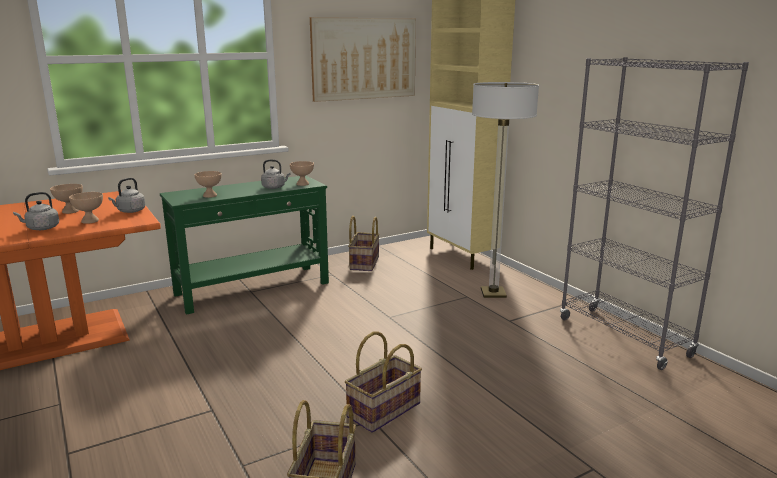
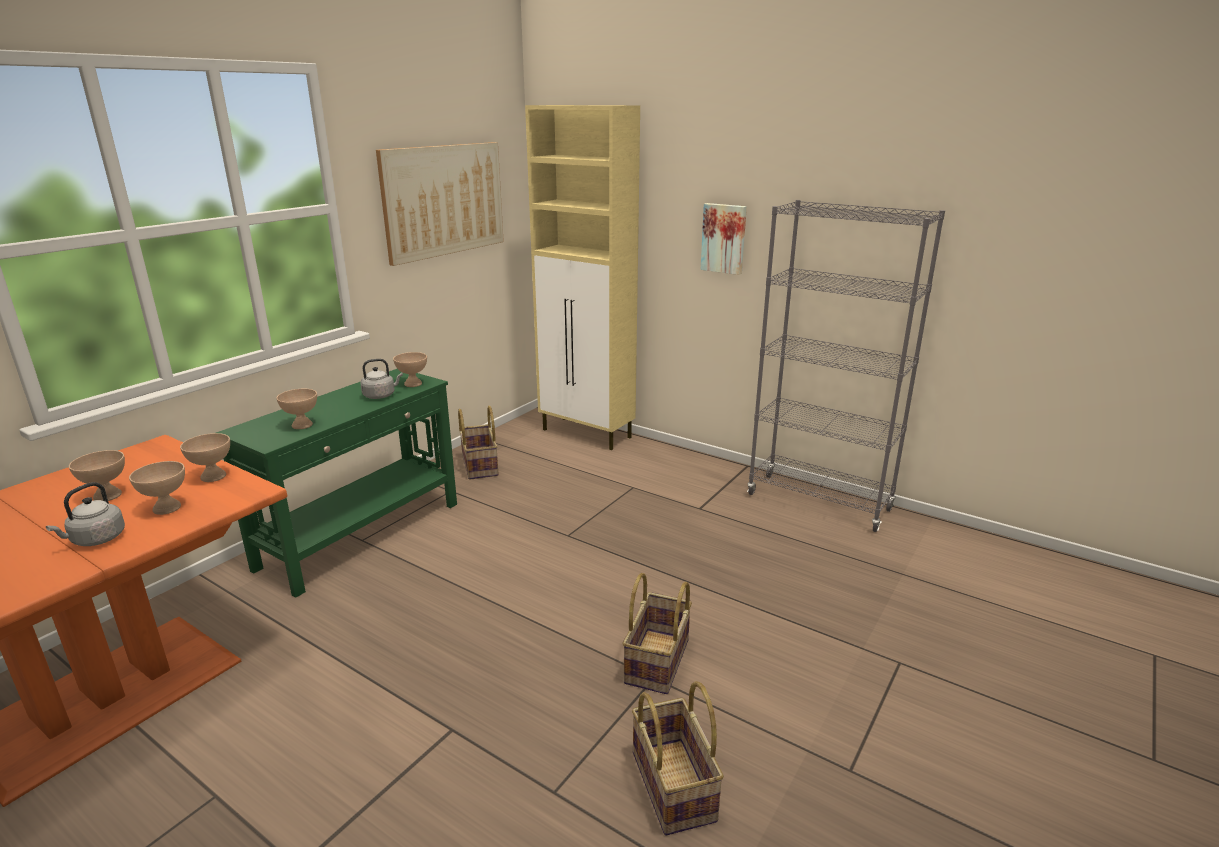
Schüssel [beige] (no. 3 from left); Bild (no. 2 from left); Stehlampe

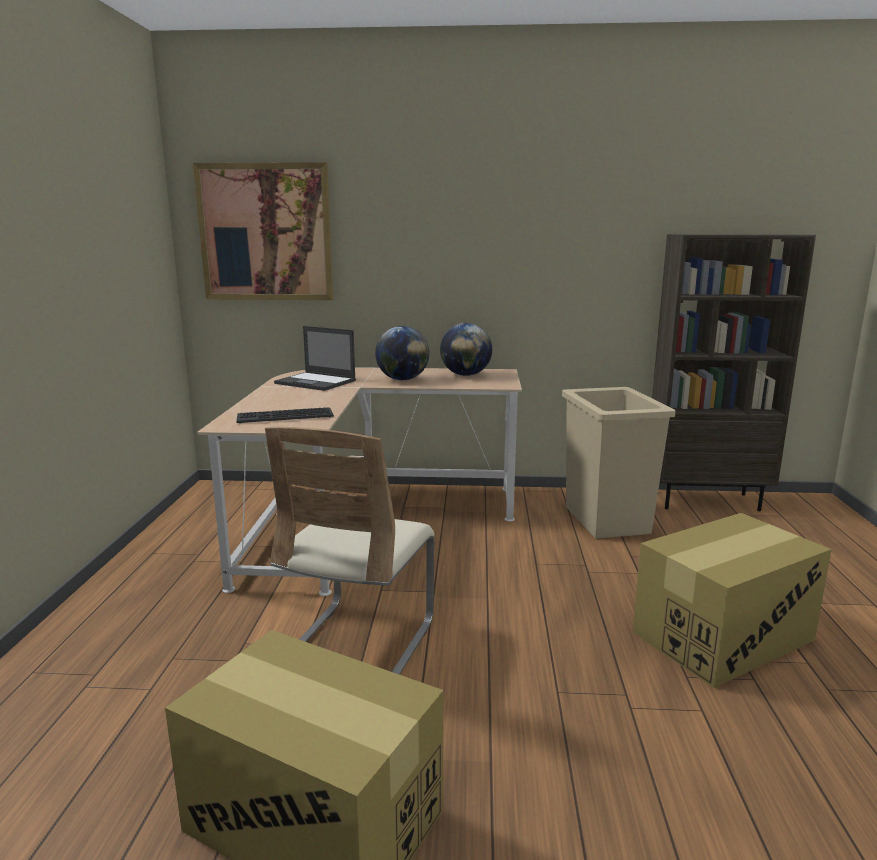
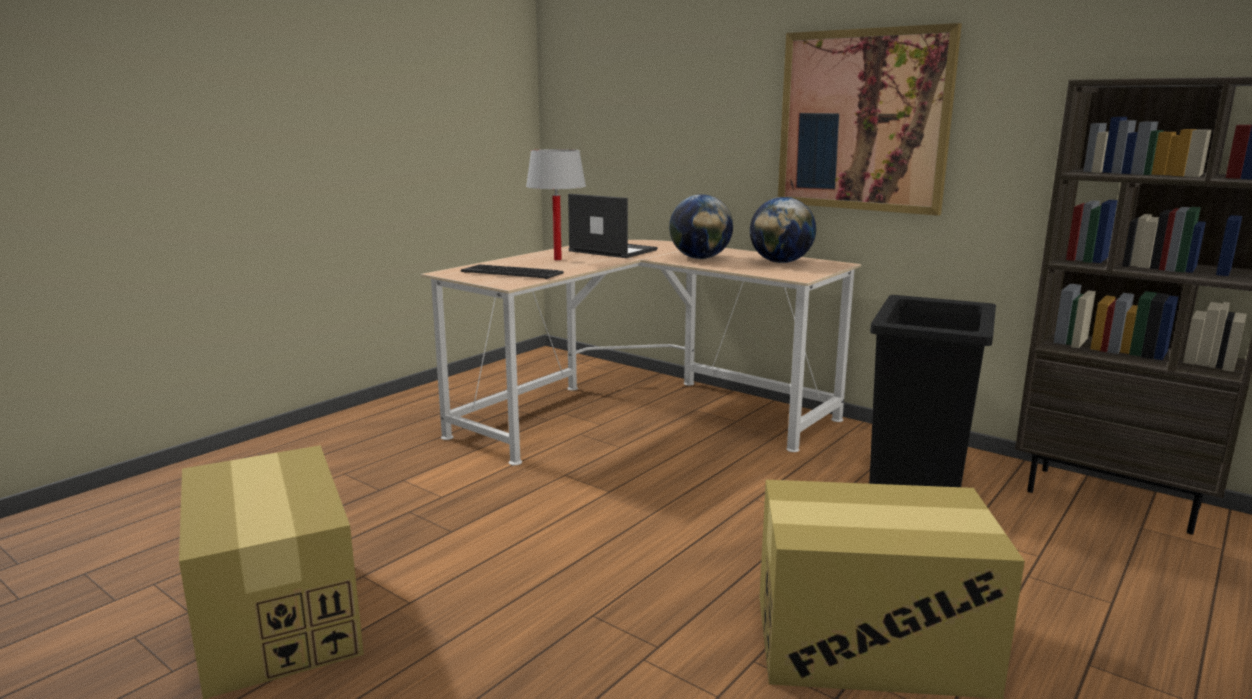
Tischlampe [weiß]; Laptop; Bild; Mülleimer [schwarz]; Stuhl [beige]

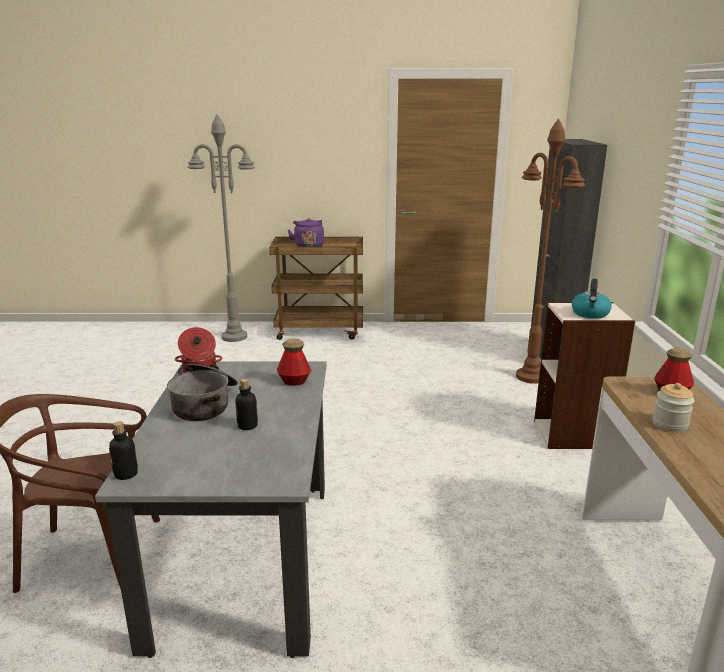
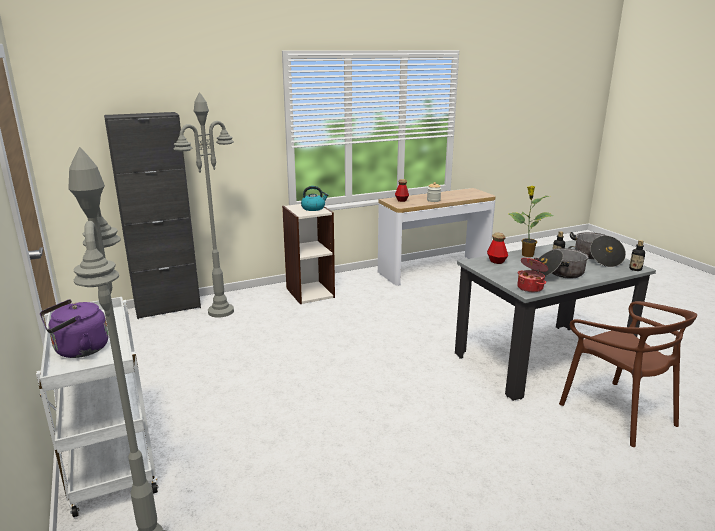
Rollwagen [weiß]; Stehlampe [grau] (no. 2 from left); Topfpflanze; Kochtopf (no. 3 from left)

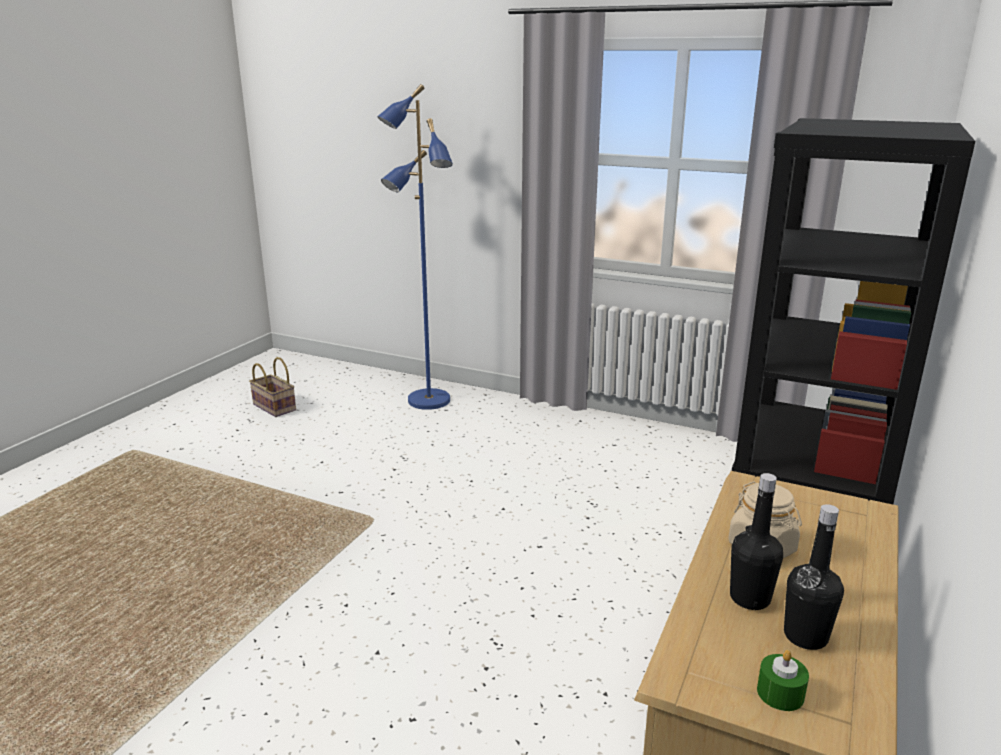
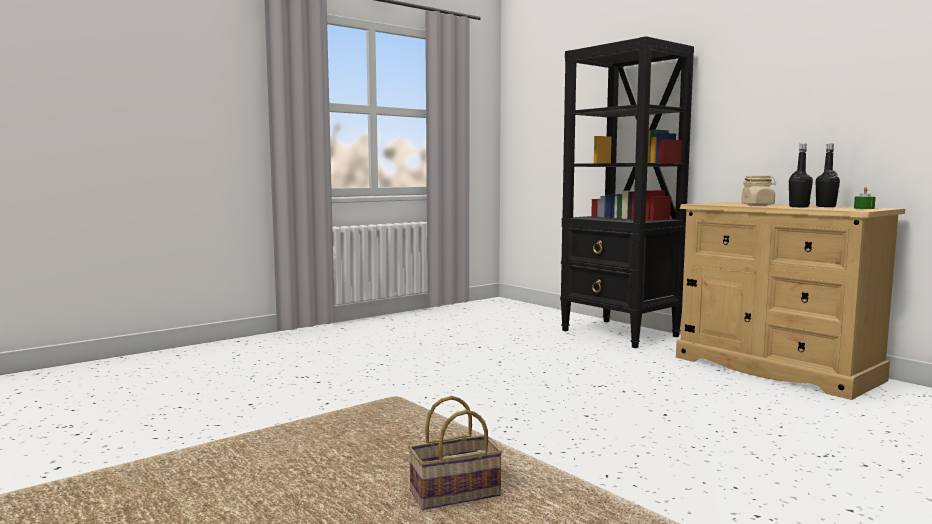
Korb; Stehlampe [blau]

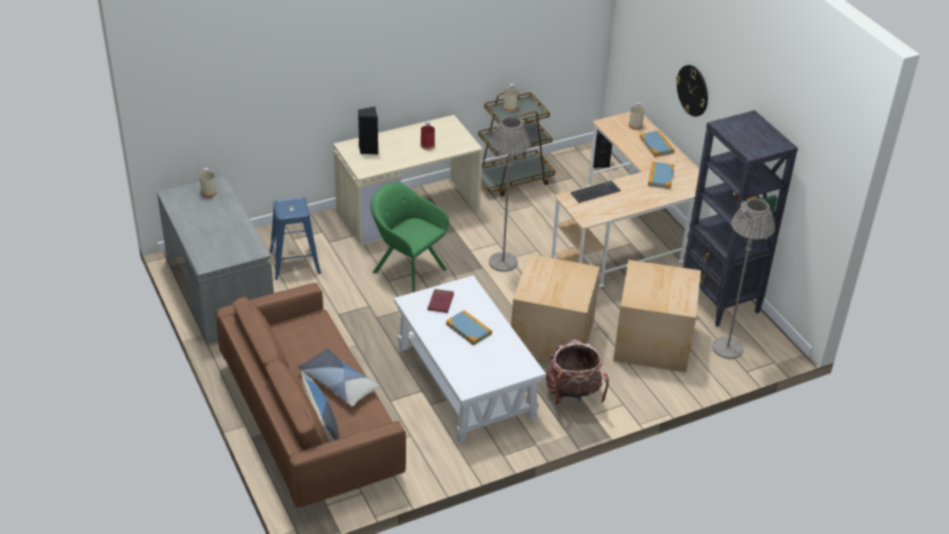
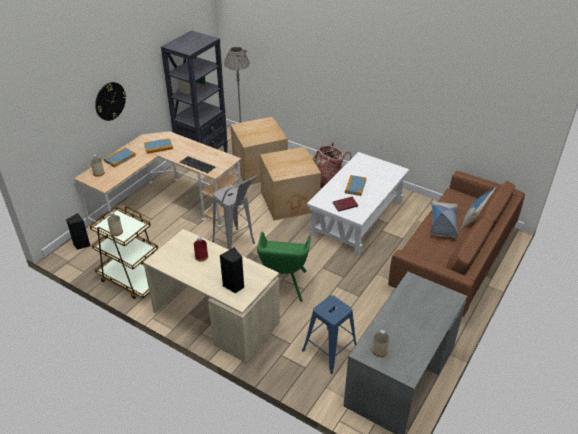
Hocker [grau]

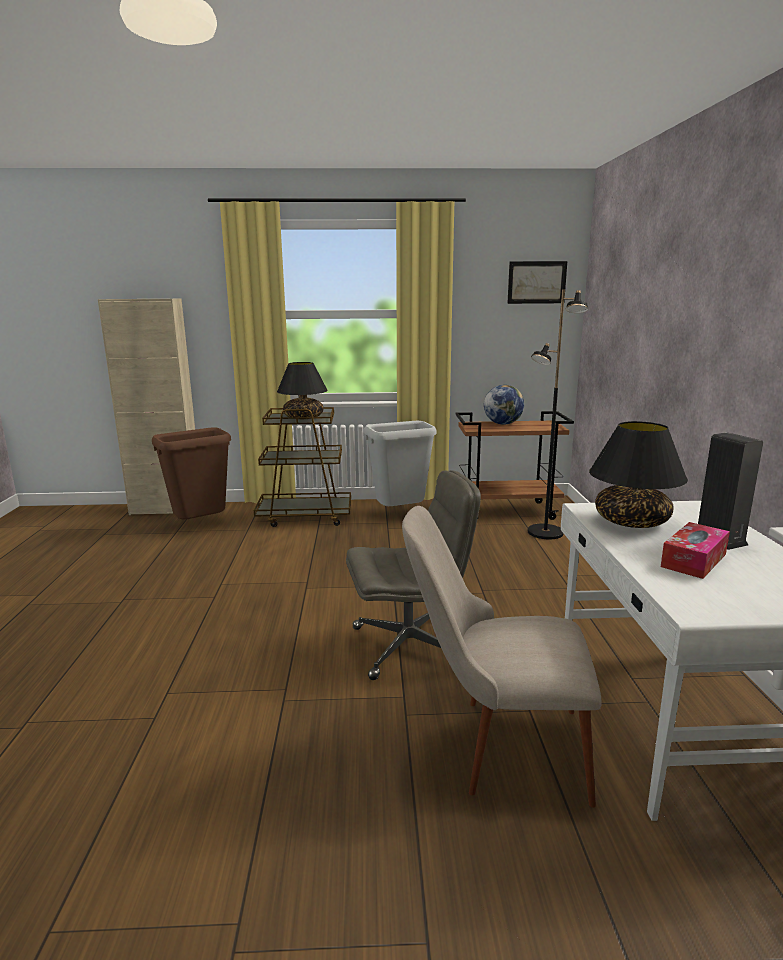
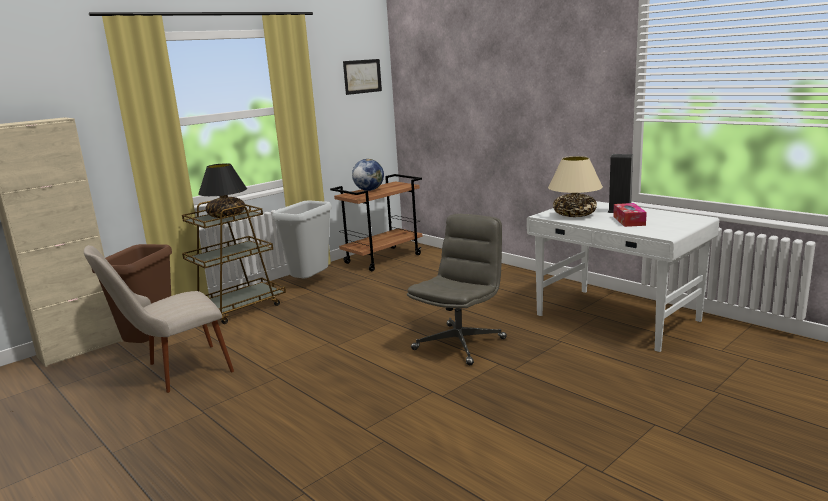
Stuhl [beige]; Tischlampe [beige]; Stehlampe [schwarz]

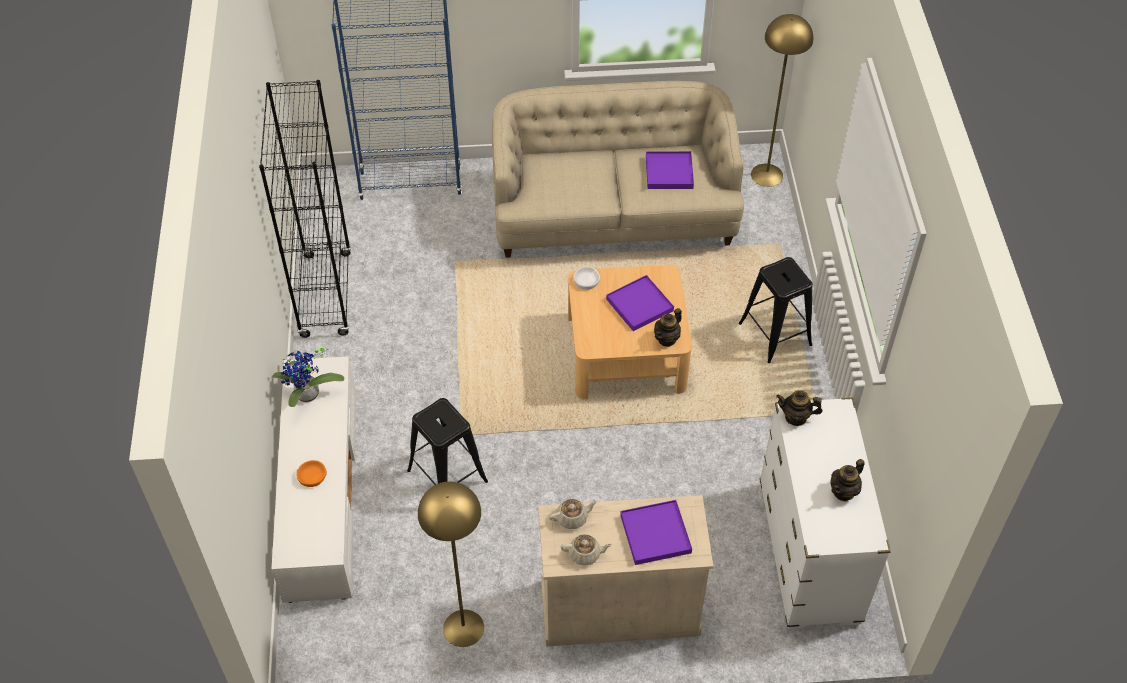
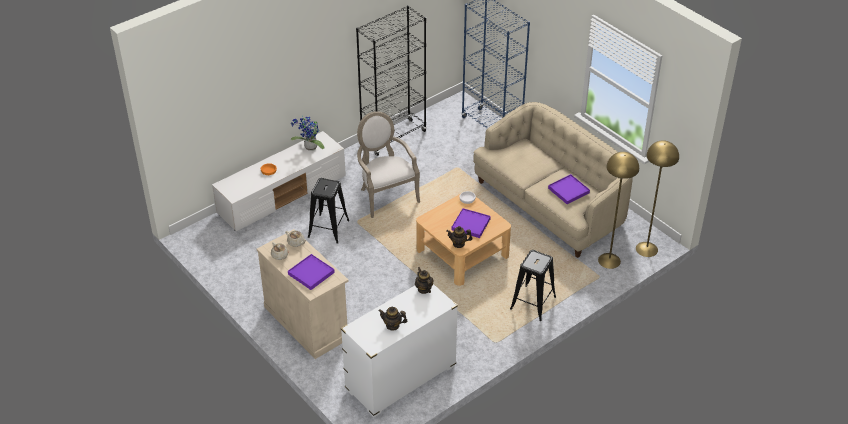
Sessel; Stehlampe [gelb] (no. 1 from left)

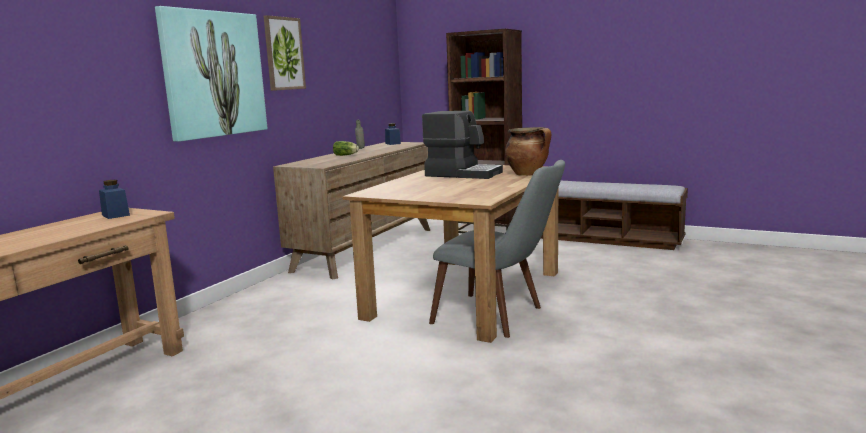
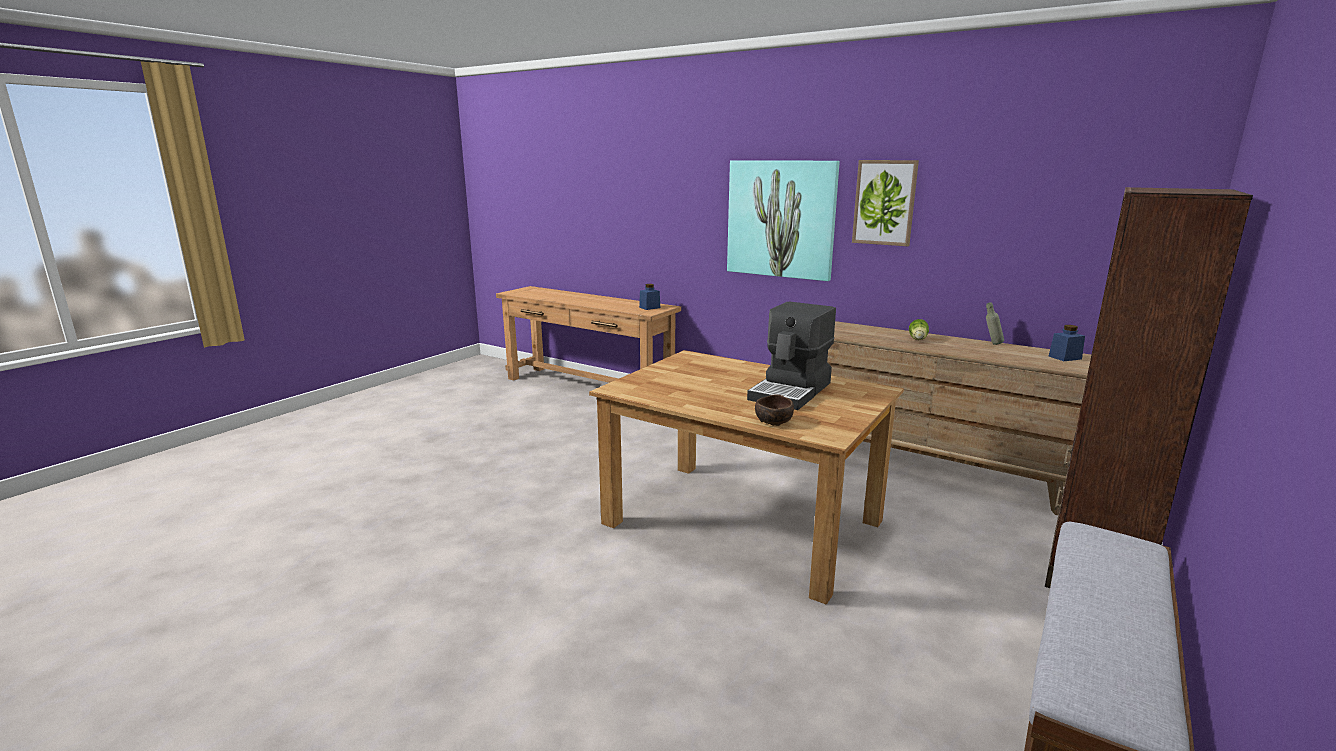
Schüssel [braun]; Stuhl [grau]

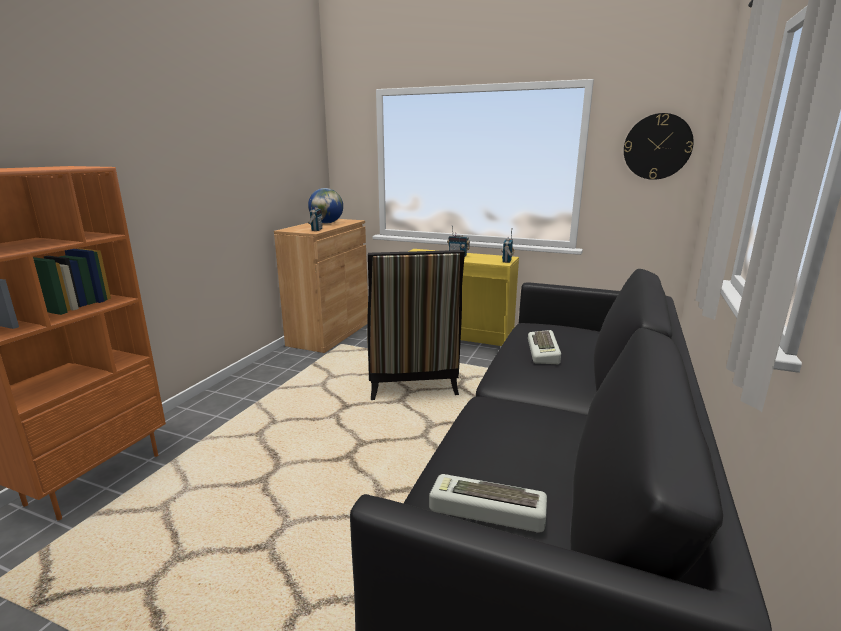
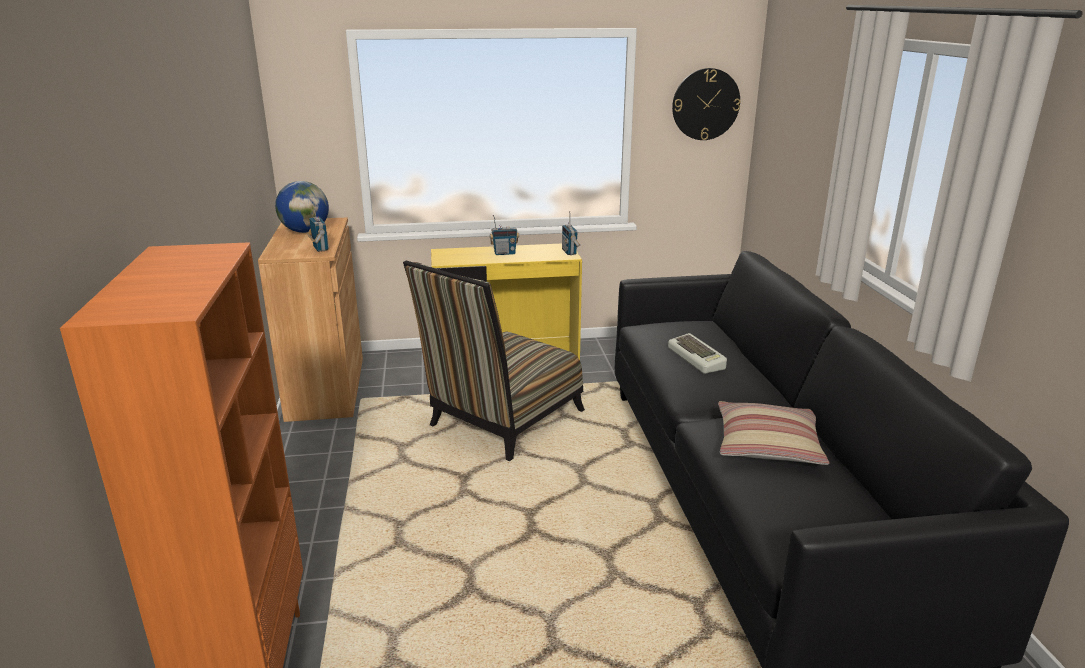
Stuhl; Kissen; Tastatur (no. 1 from left in the first image)

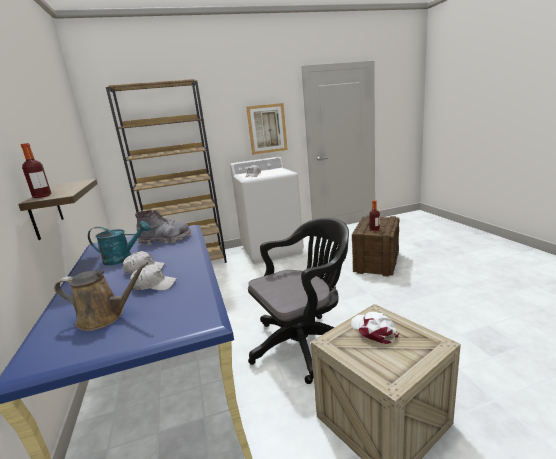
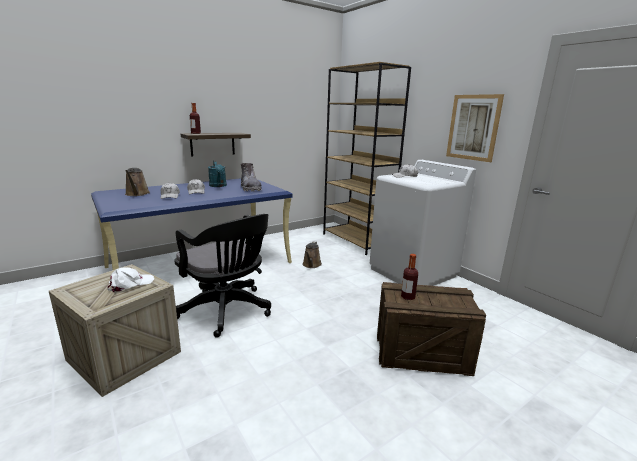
Gießkanne [braun] (no. 2 from left)

